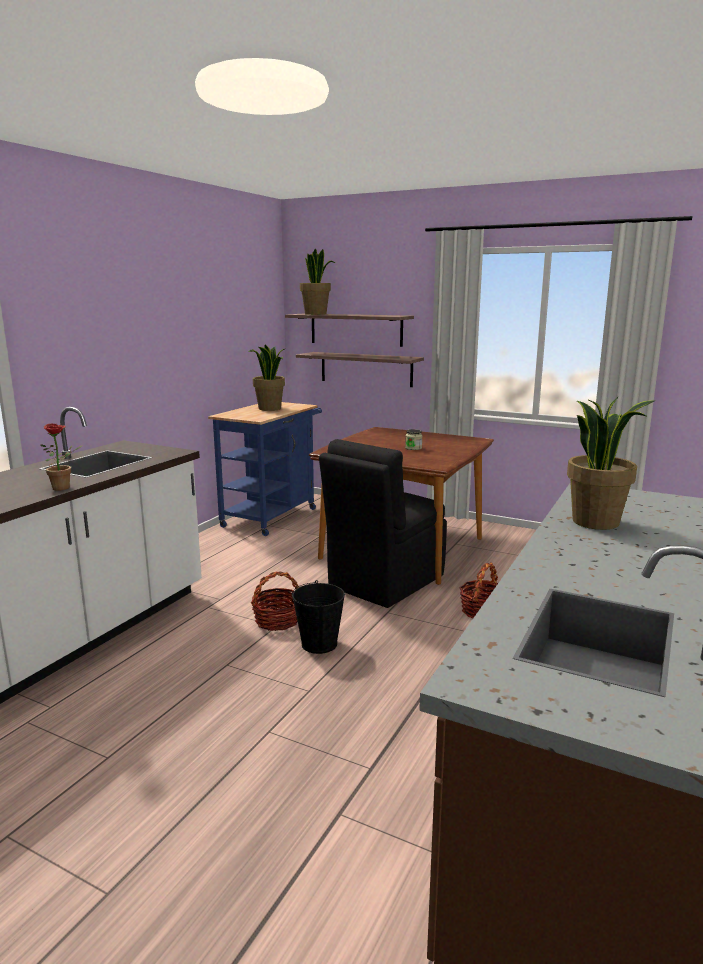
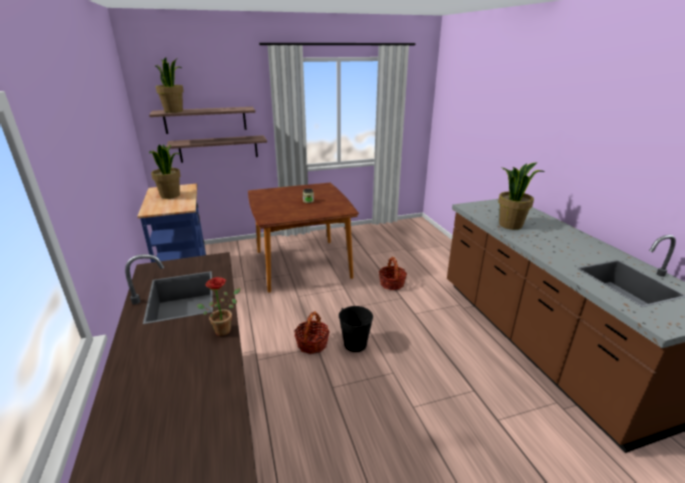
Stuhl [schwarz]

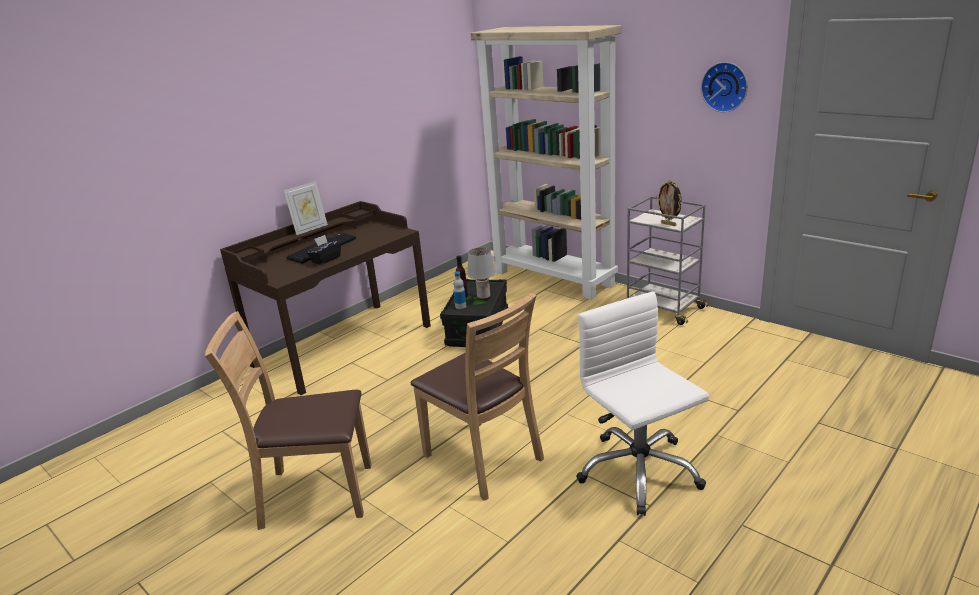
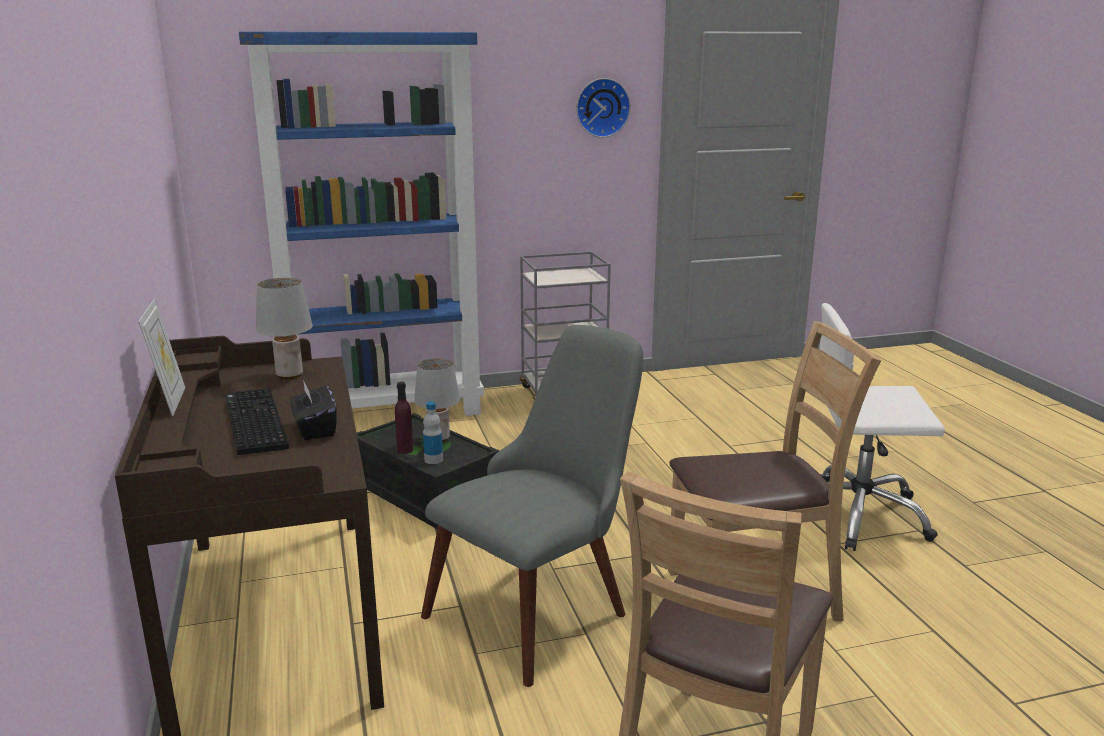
Bücherregal [blau]; Tischlampe [grau] (no. 1 from left); Stuhl [grau]; Bilderrahmen (no. 2 from left in the first image)

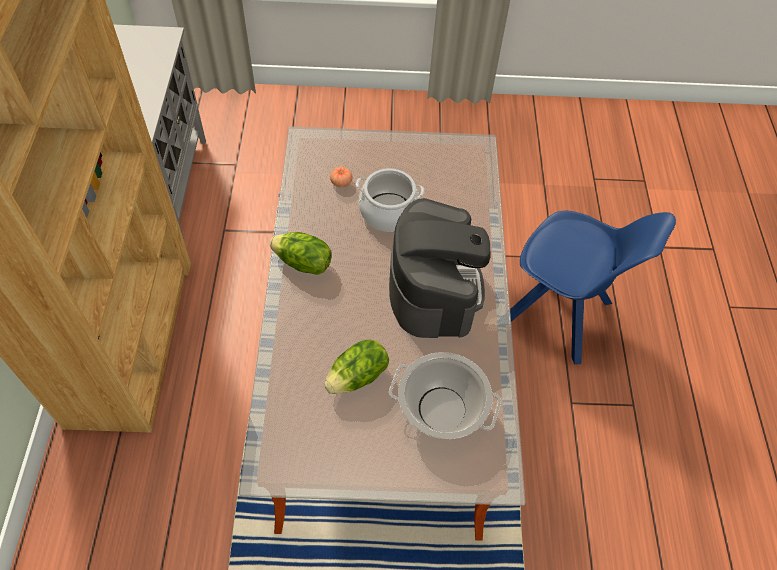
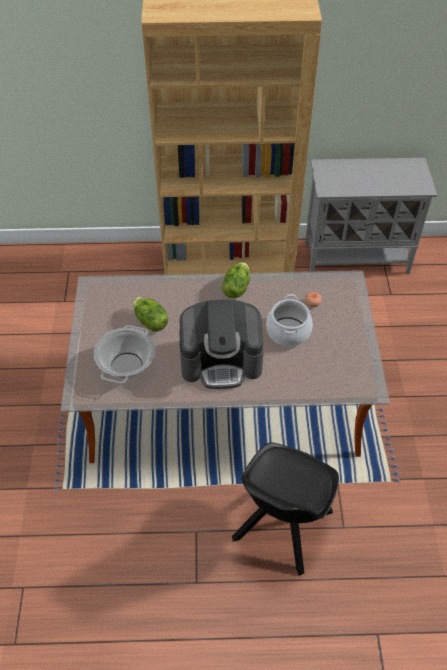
Stuhl [schwarz]

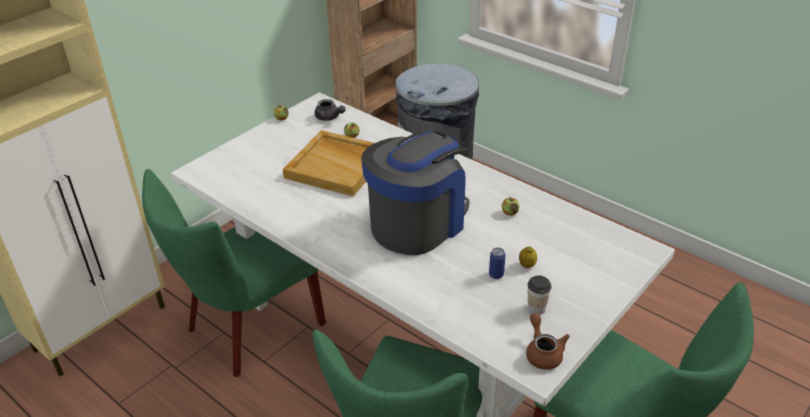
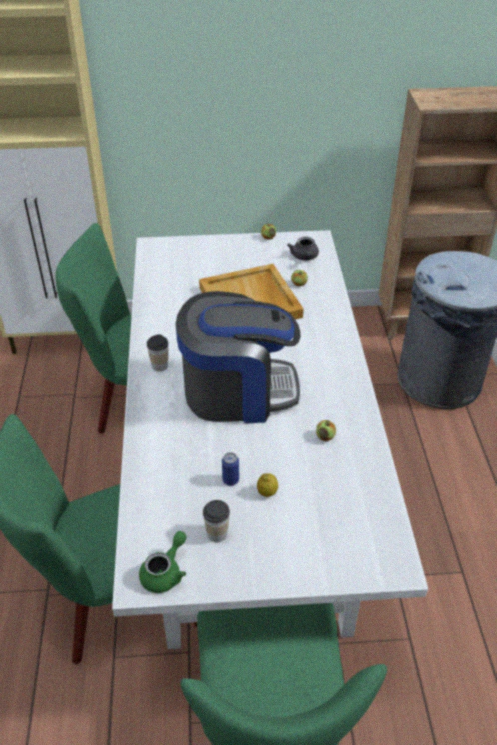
Teekanne [grün]; Tasse (no. 1 from left)

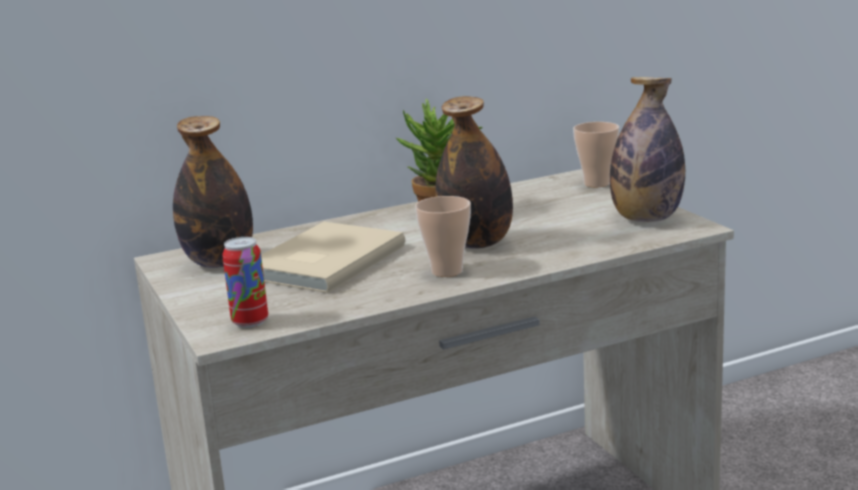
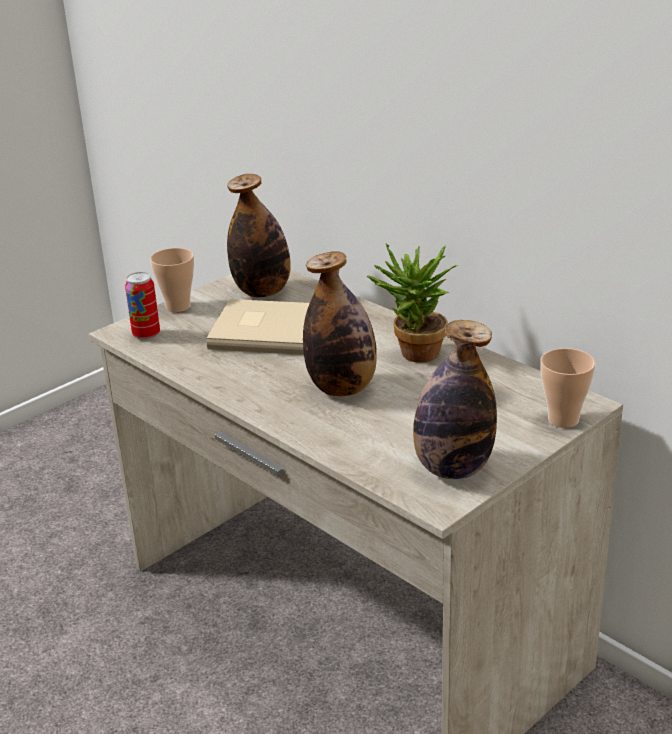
Tasse (no. 1 from left)

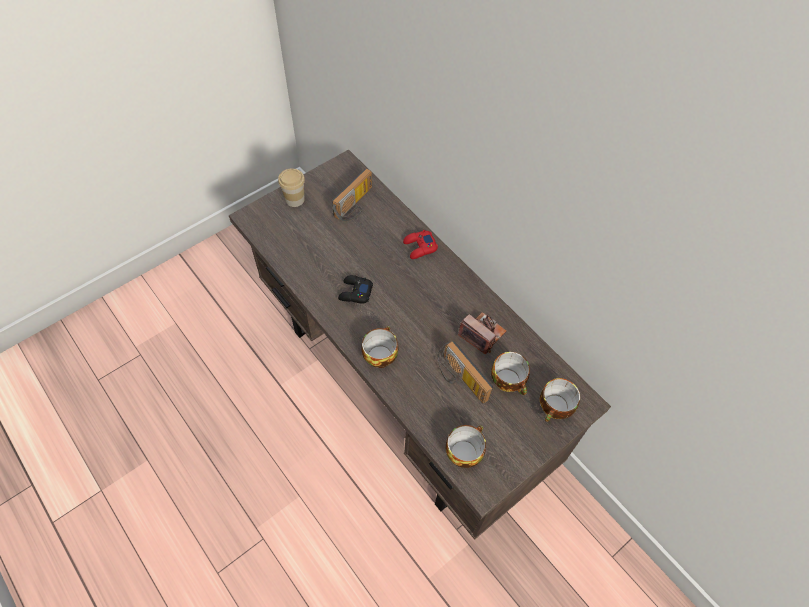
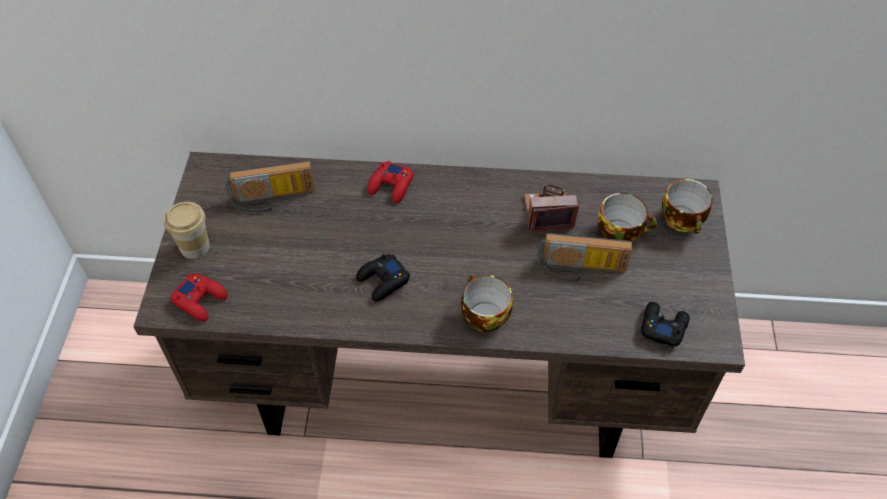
Gamepad [rot] (no. 1 from left); Radio (no. 1 from left); Gamepad [schwarz] (no. 2 from left)

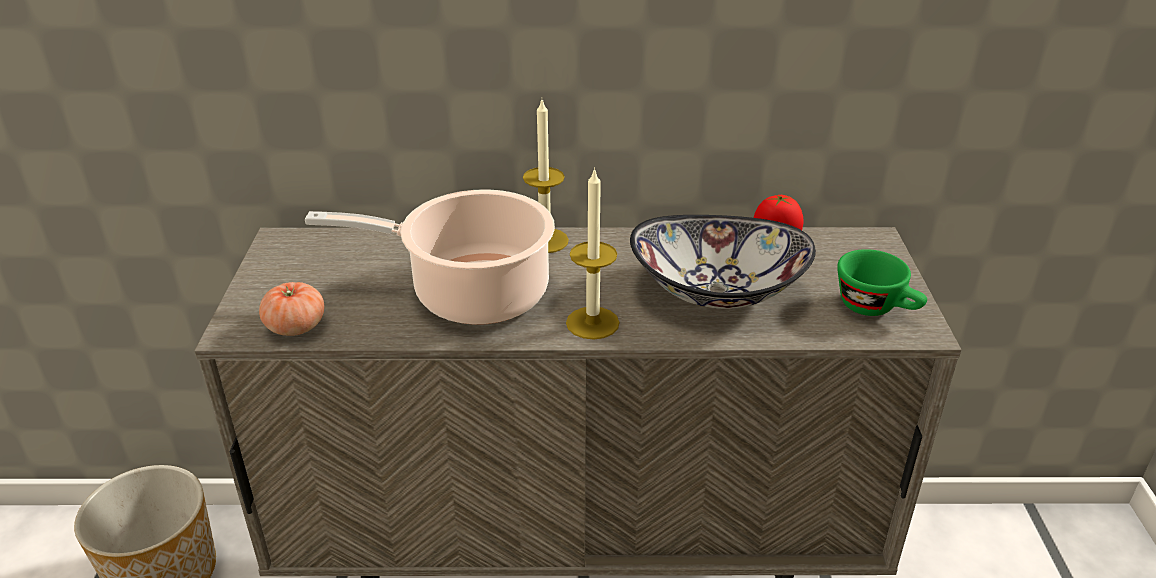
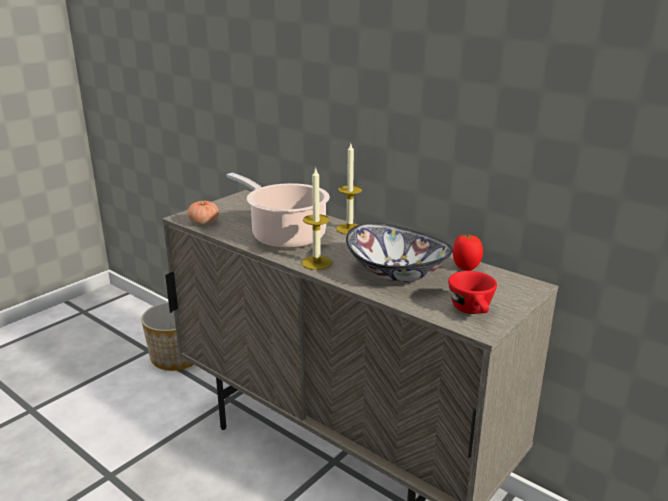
Tasse [rot]

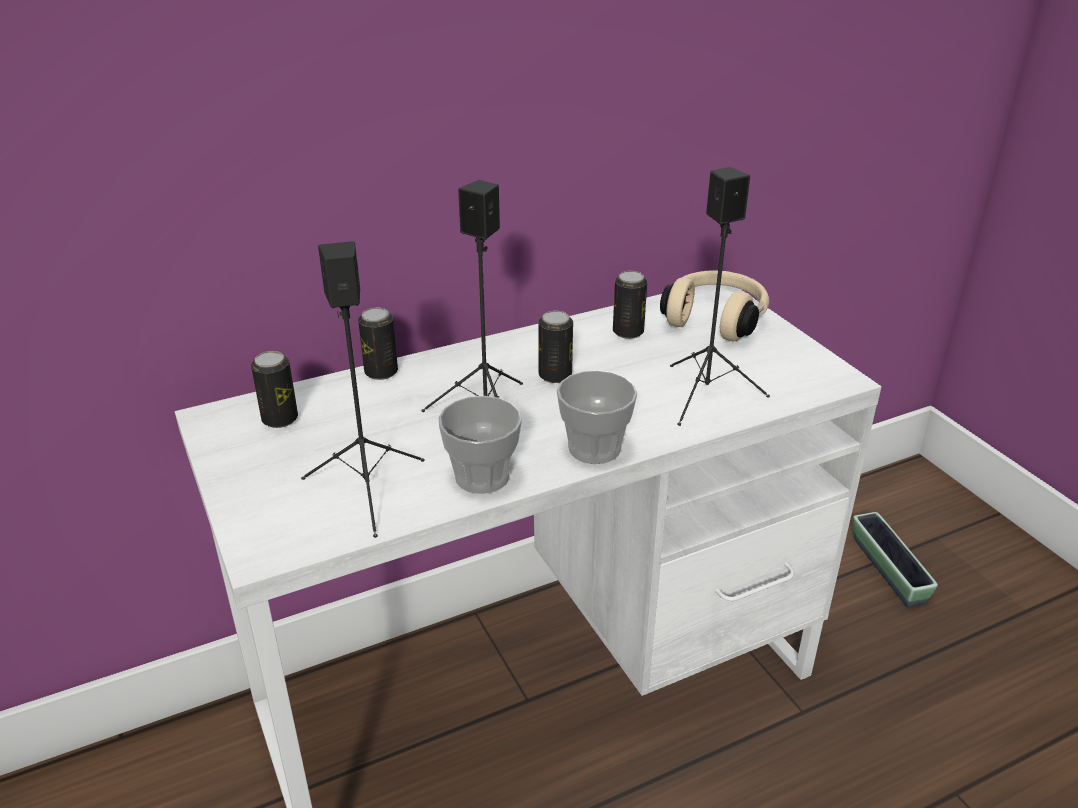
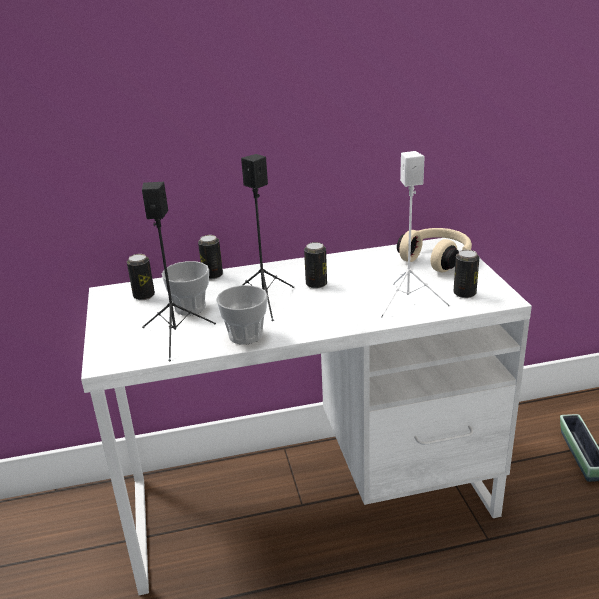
Tasse (no. 1 from left); Lautsprecher [weiß]; Dose (no. 4 from left)

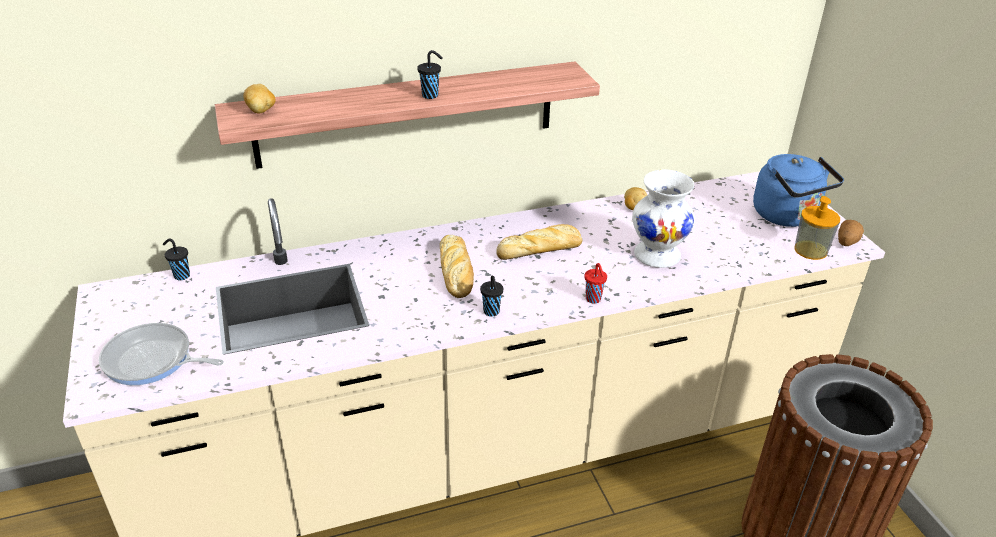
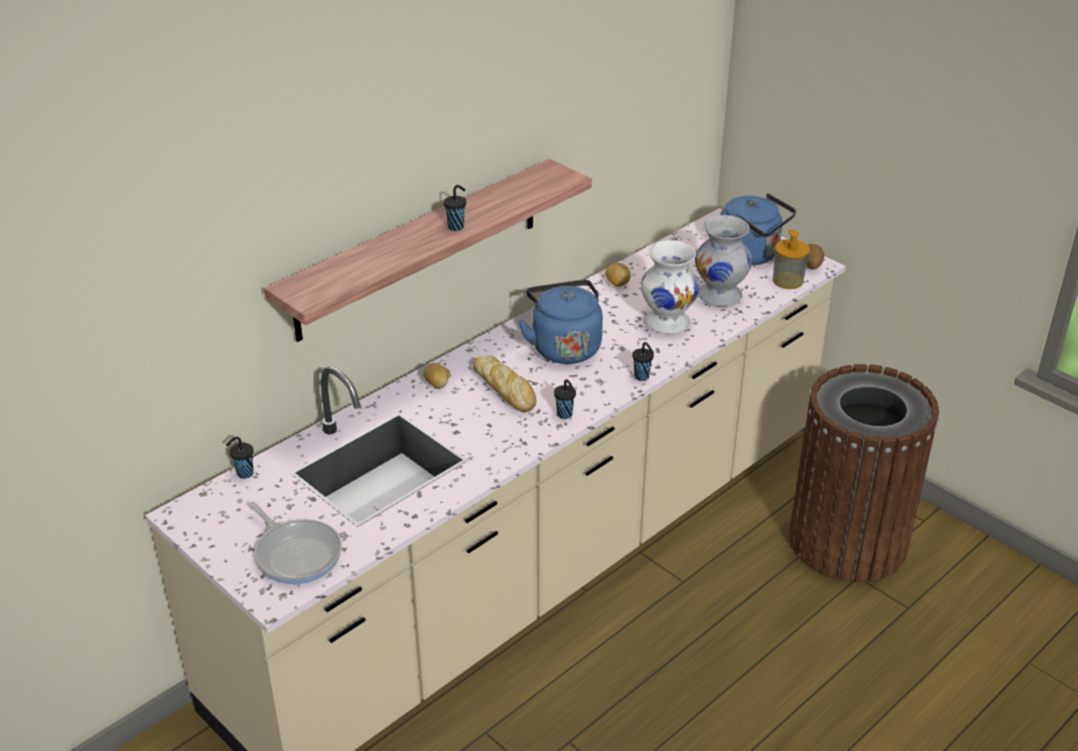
Pfanne; Kartoffel (no. 1 from left); Wasserkessel [blau] (no. 1 from left); Tasse [schwarz] (no. 4 from left); Vase [weiß] (no. 2 from left)

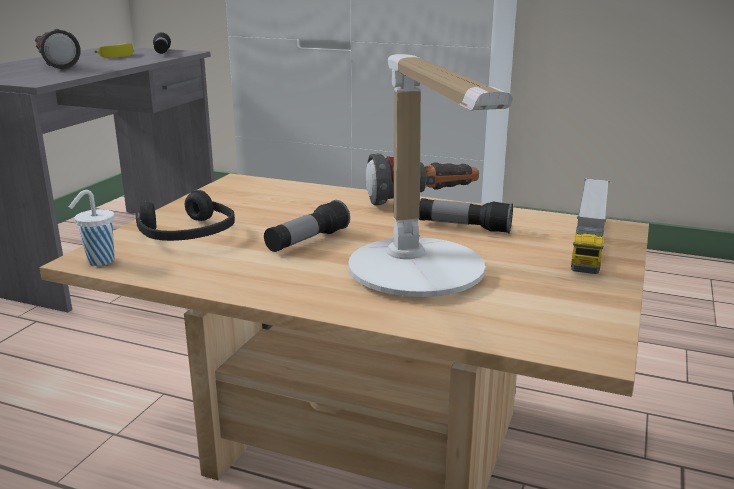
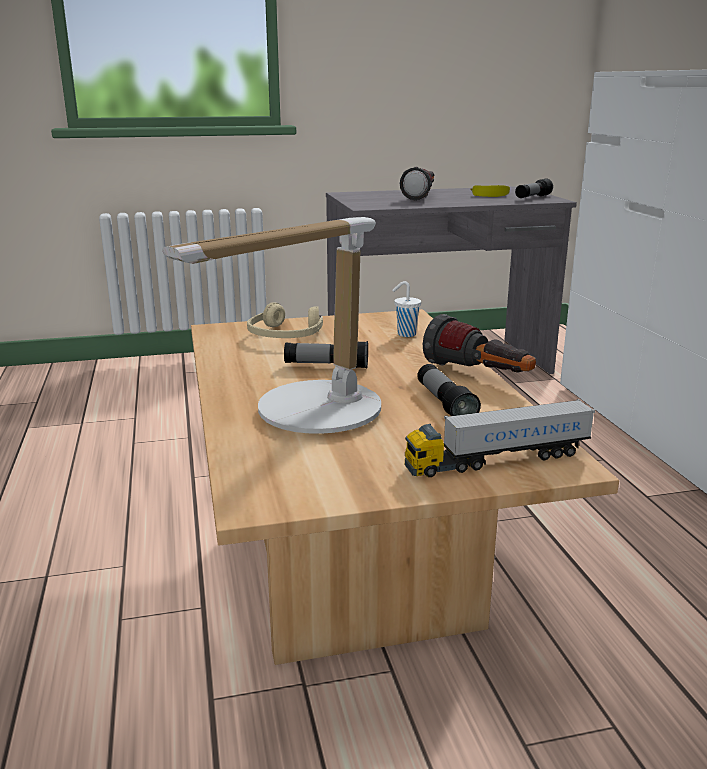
Kopfhörer [beige]; Tasse [weiß]

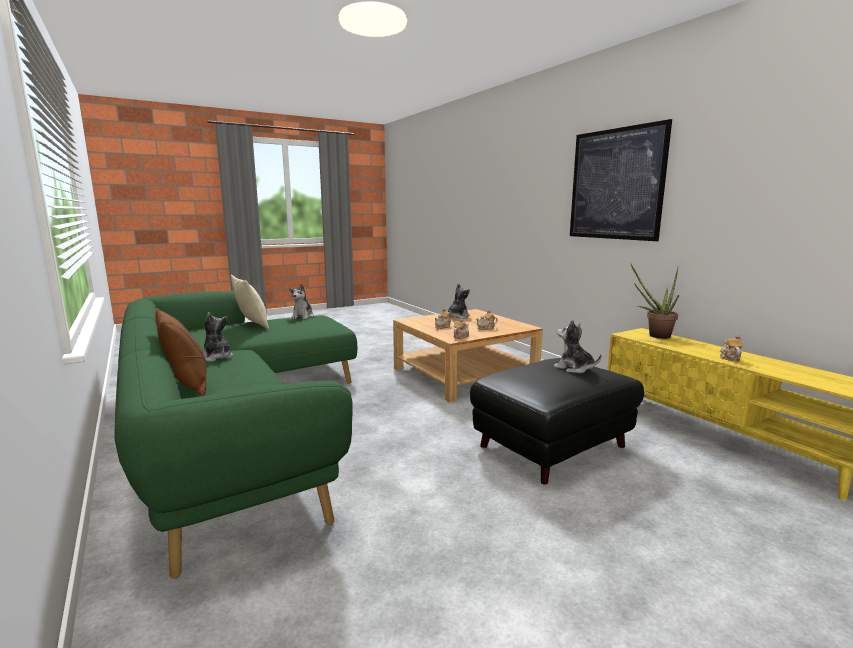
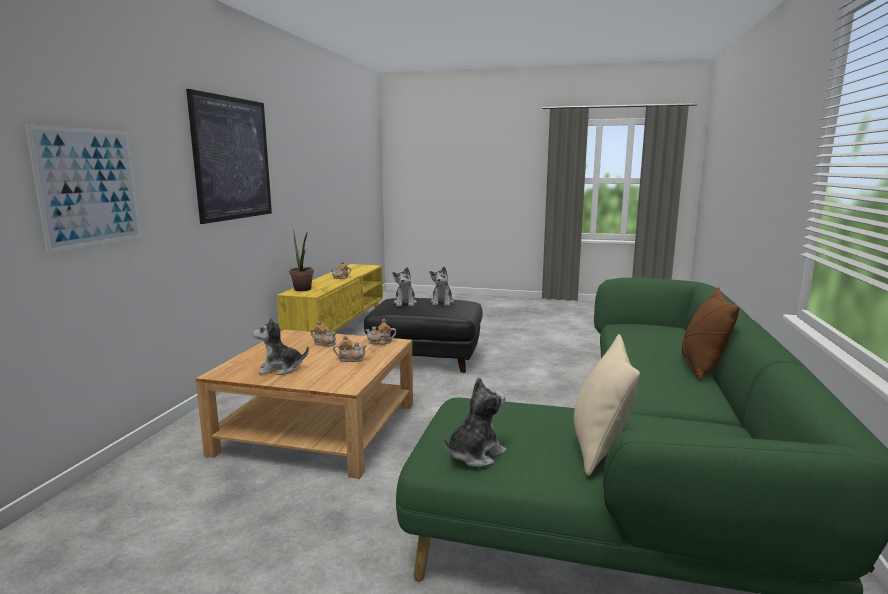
Bild (no. 1 from left); Plüschtier (no. 3 from left)

